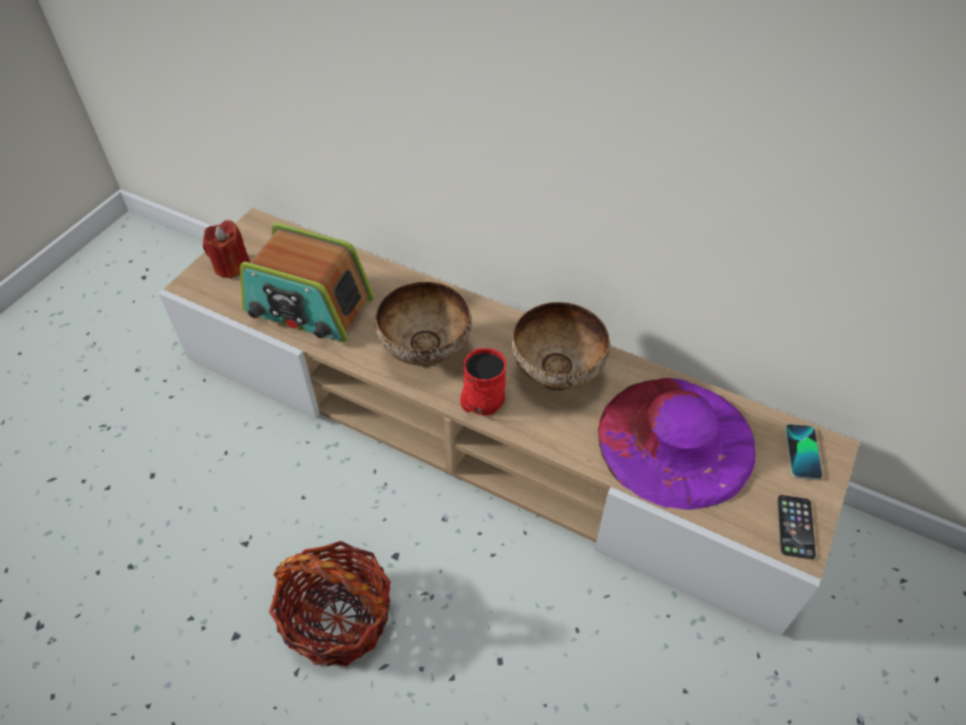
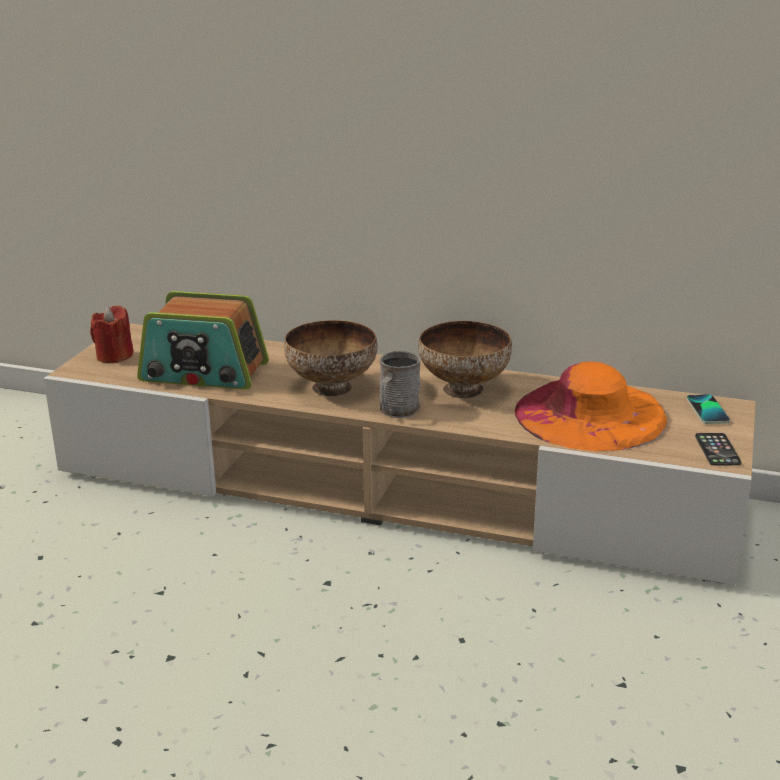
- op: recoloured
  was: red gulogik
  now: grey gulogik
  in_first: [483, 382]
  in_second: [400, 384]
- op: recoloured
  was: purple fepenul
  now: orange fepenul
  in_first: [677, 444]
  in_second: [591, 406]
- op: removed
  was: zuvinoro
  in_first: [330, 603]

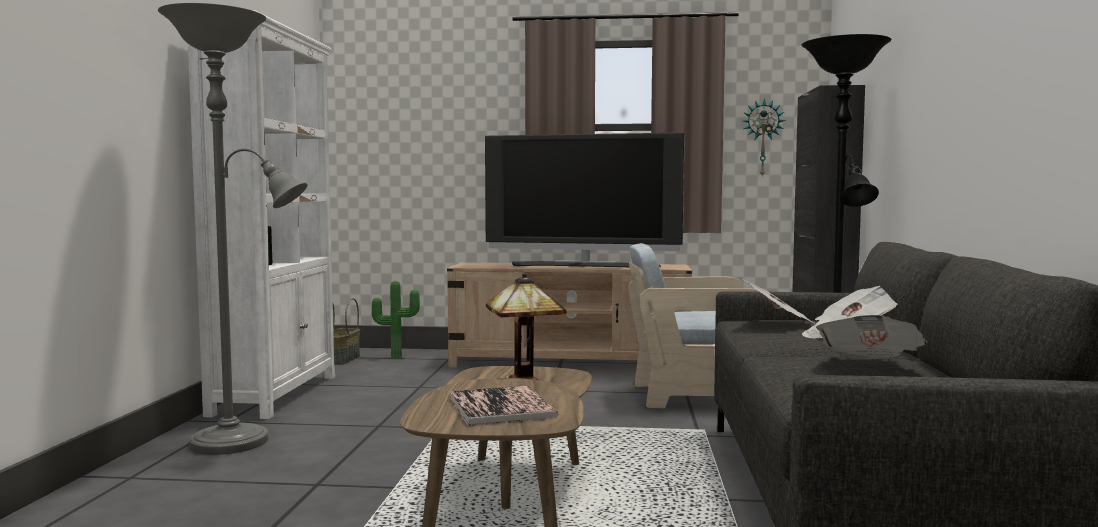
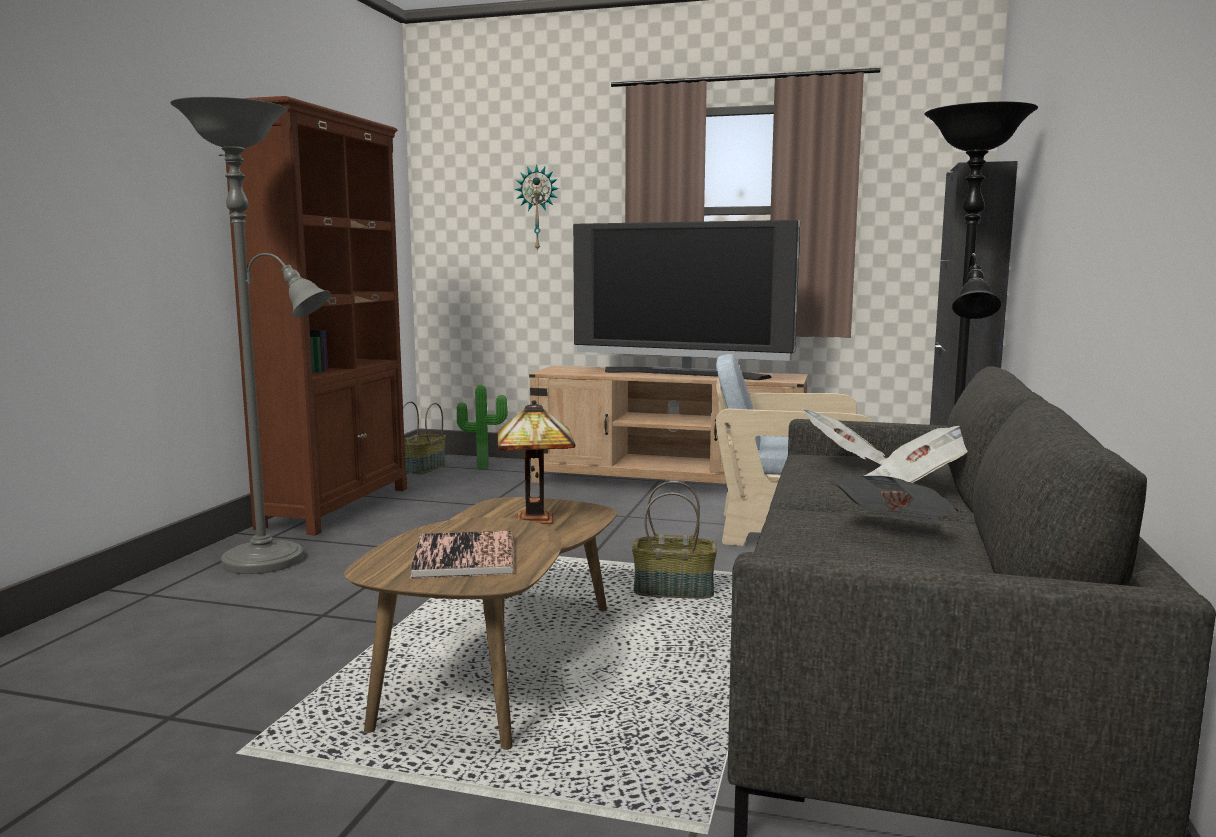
- op: recoloured
  was: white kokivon
  now: brown kokivon
  in_first: [261, 214]
  in_second: [316, 316]
- op: moved
  was: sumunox
  in_first: [764, 138]
  in_second: [537, 208]
- op: added
  now: zuvinoro
  in_second: [674, 540]

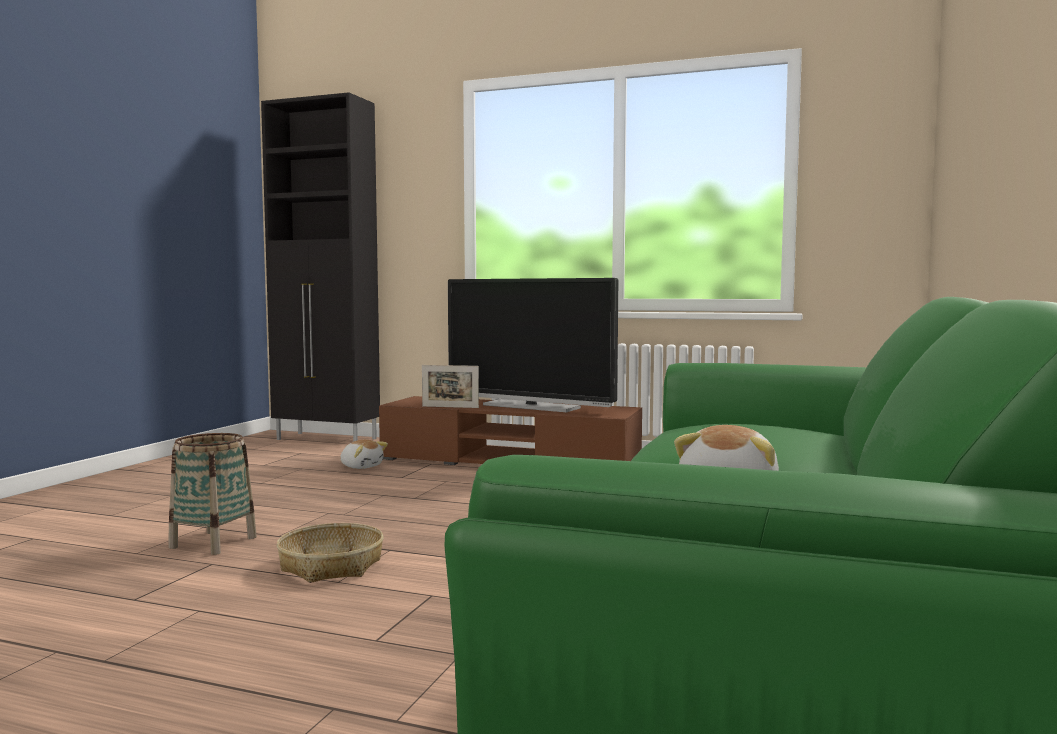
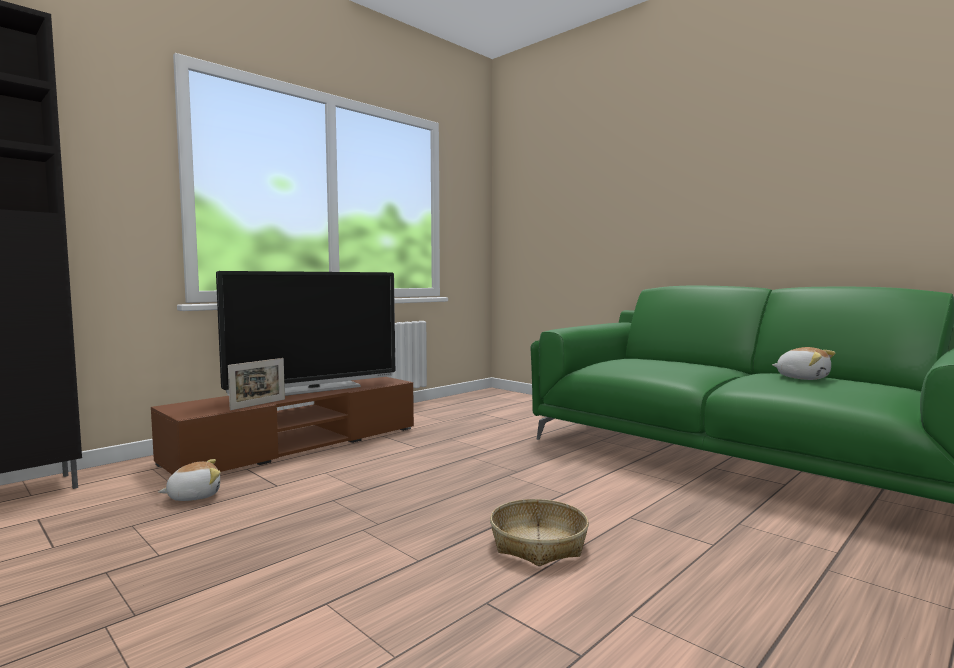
- op: removed
  was: zuvinoro
  in_first: [212, 494]

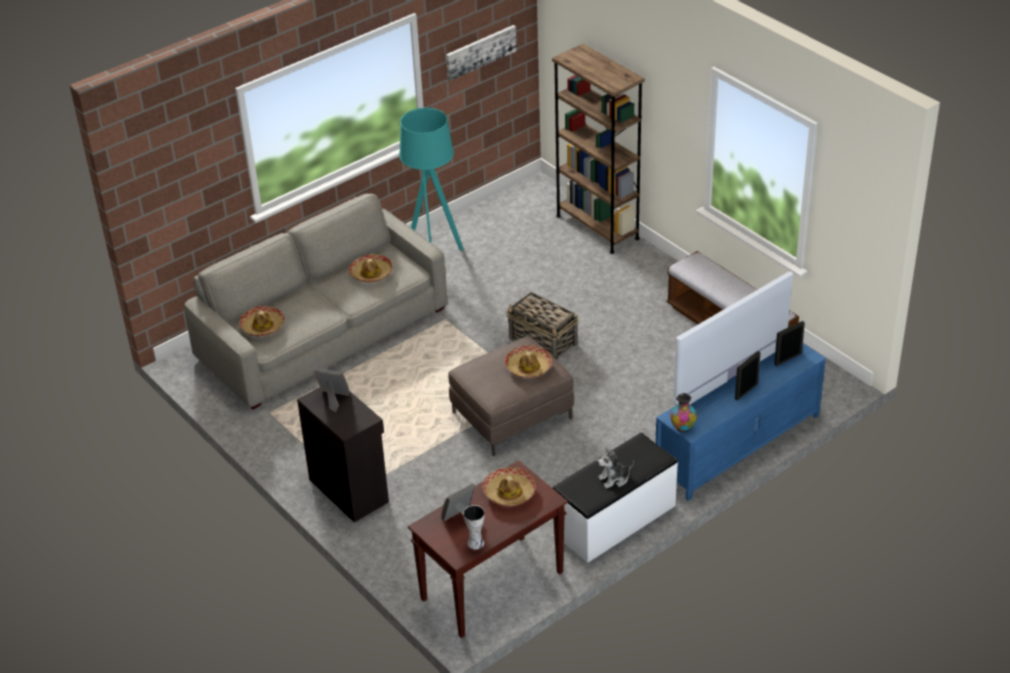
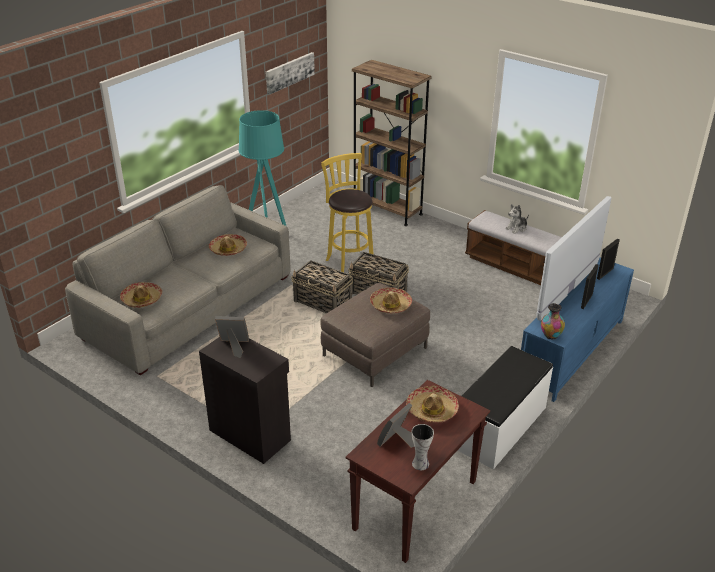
- op: added
  now: zuvinoro
  in_second: [322, 287]
- op: added
  now: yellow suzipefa
  in_second: [347, 212]
- op: moved
  was: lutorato
  in_first: [615, 467]
  in_second: [517, 219]

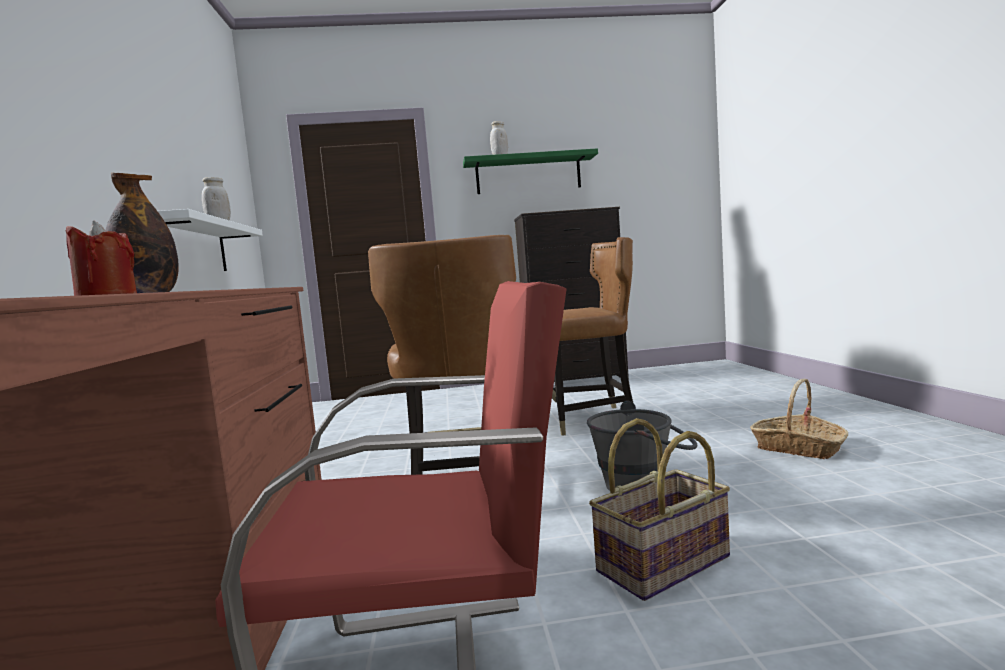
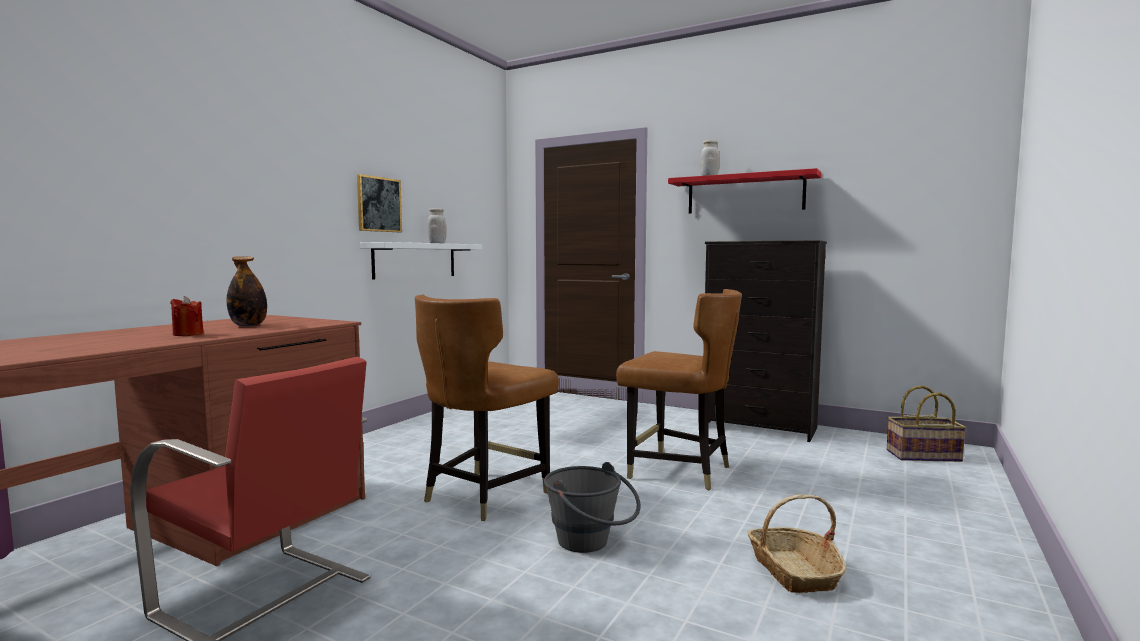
- op: added
  now: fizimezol
  in_second: [379, 203]
- op: recoloured
  was: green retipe
  now: red retipe
  in_first: [530, 171]
  in_second: [744, 191]
- op: moved
  was: zuvinoro
  in_first: [659, 509]
  in_second: [927, 424]

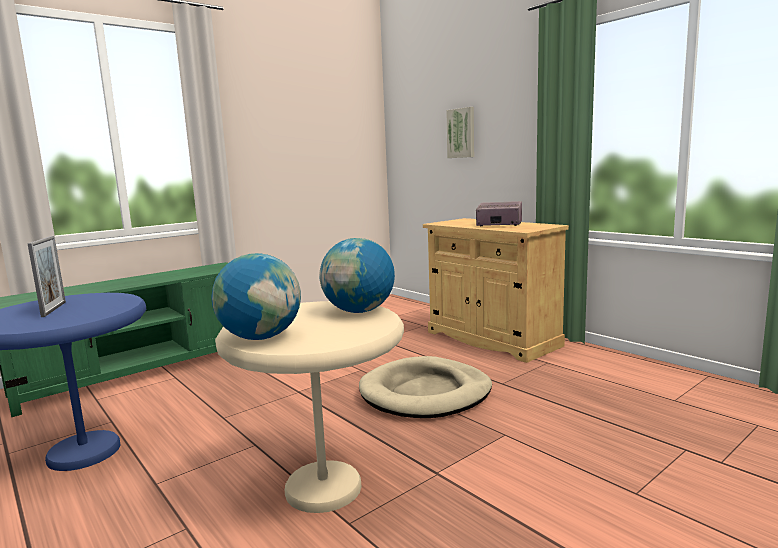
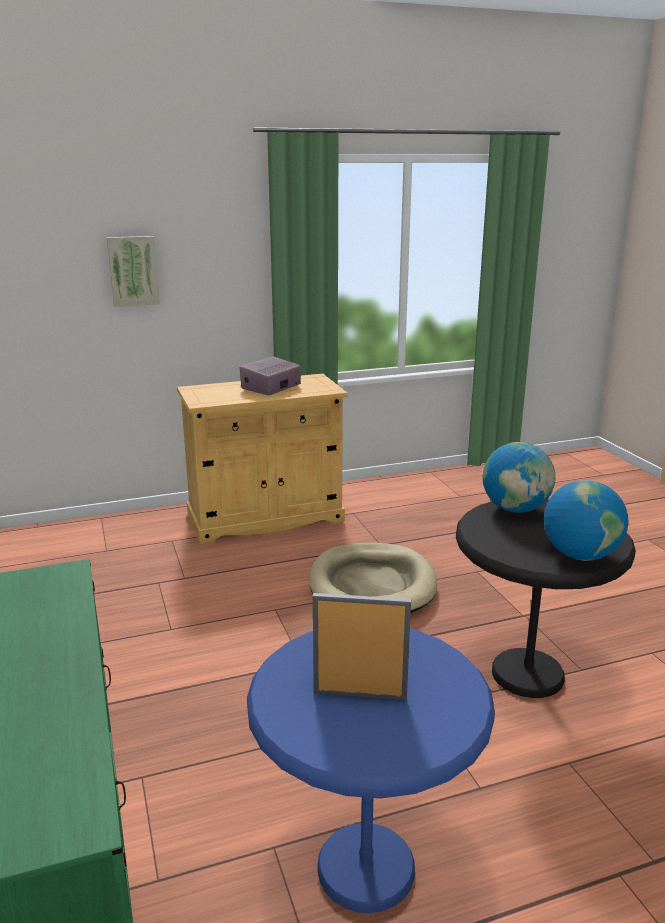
- op: recoloured
  was: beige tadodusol
  now: black tadodusol
  in_first: [309, 407]
  in_second: [546, 598]

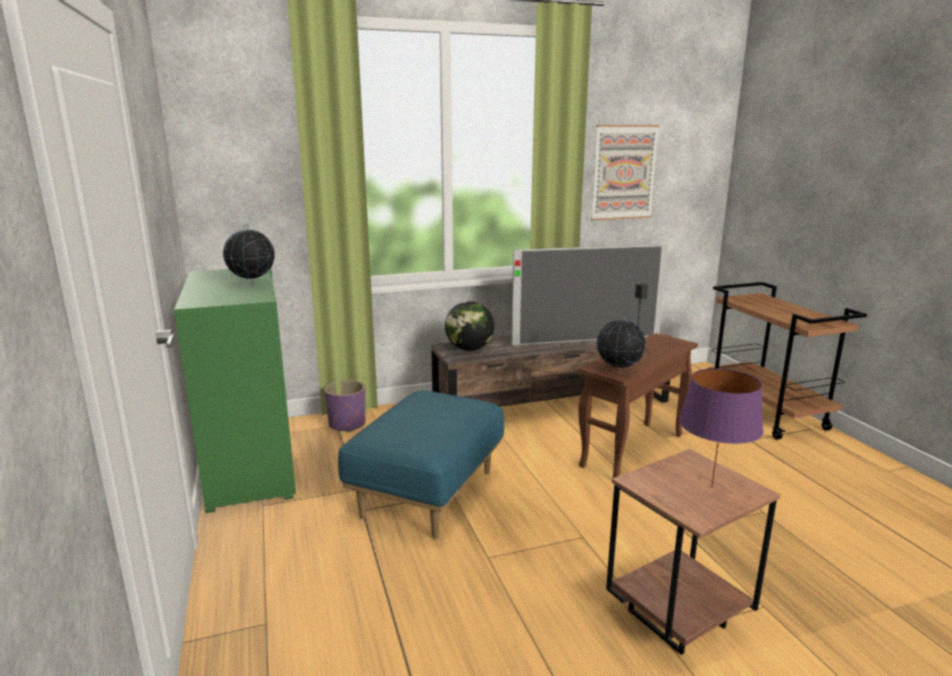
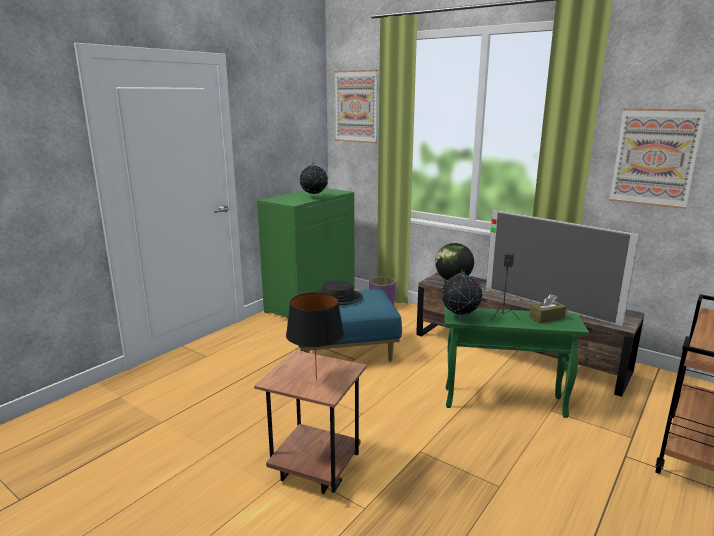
- op: recoloured
  was: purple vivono
  now: black vivono
  in_first: [721, 428]
  in_second: [315, 336]
- op: added
  now: black fepenul
  in_second: [338, 292]
- op: added
  now: fizimezol
  in_second: [356, 106]
- op: recoloured
  was: brown tadodusol
  now: green tadodusol
  in_first: [638, 405]
  in_second: [516, 362]
- op: added
  now: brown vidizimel
  in_second: [547, 308]

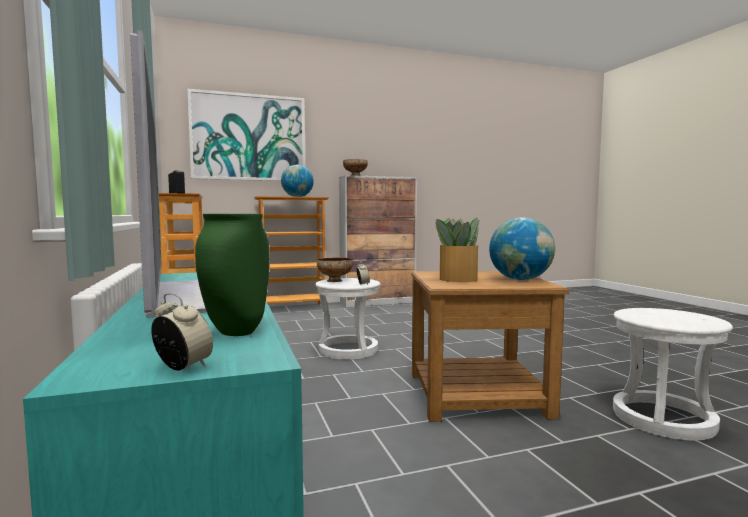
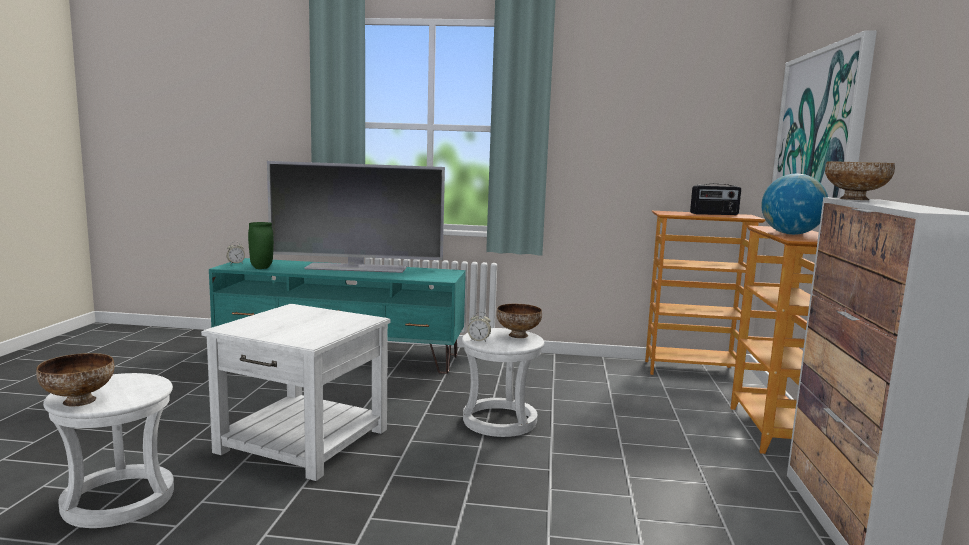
- op: added
  now: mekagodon
  in_second: [75, 379]
- op: recoloured
  was: brown tadodusol
  now: white tadodusol
  in_first: [490, 346]
  in_second: [295, 392]
- op: removed
  was: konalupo
  in_first: [456, 250]
- op: removed
  was: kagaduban
  in_first: [522, 248]

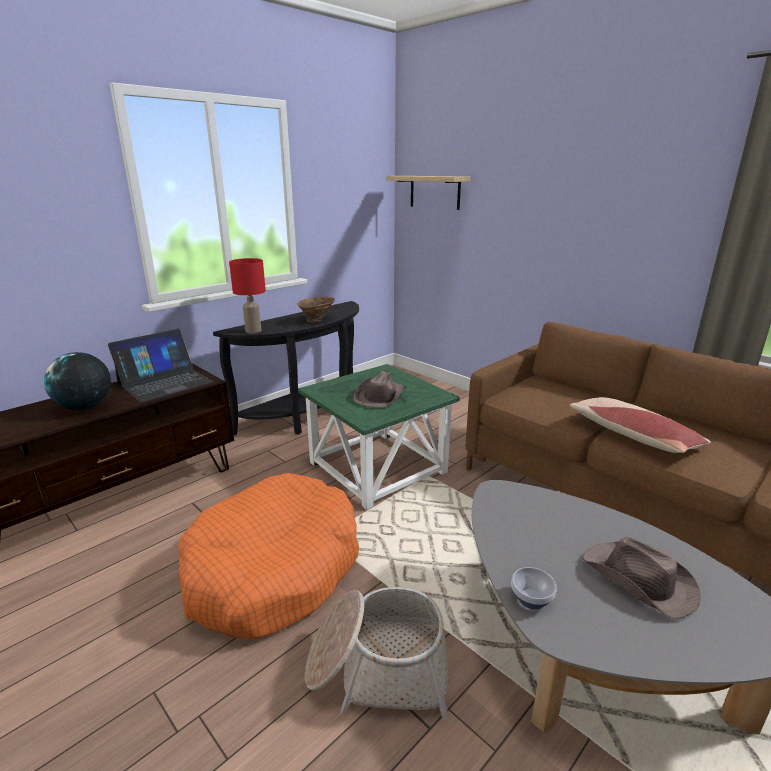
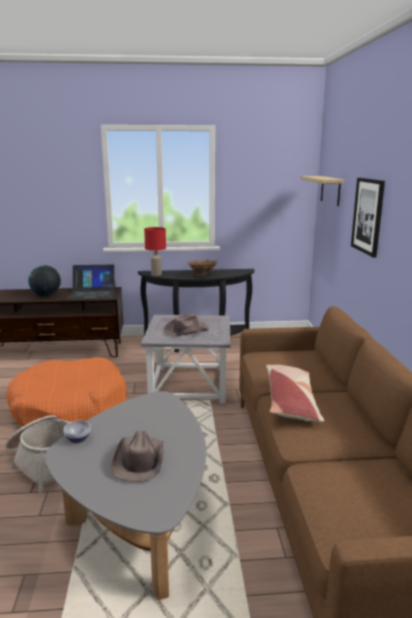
- op: recoloured
  was: green tadodusol
  now: grey tadodusol
  in_first: [379, 437]
  in_second: [185, 359]
- op: added
  now: fizimezol
  in_second: [368, 217]

